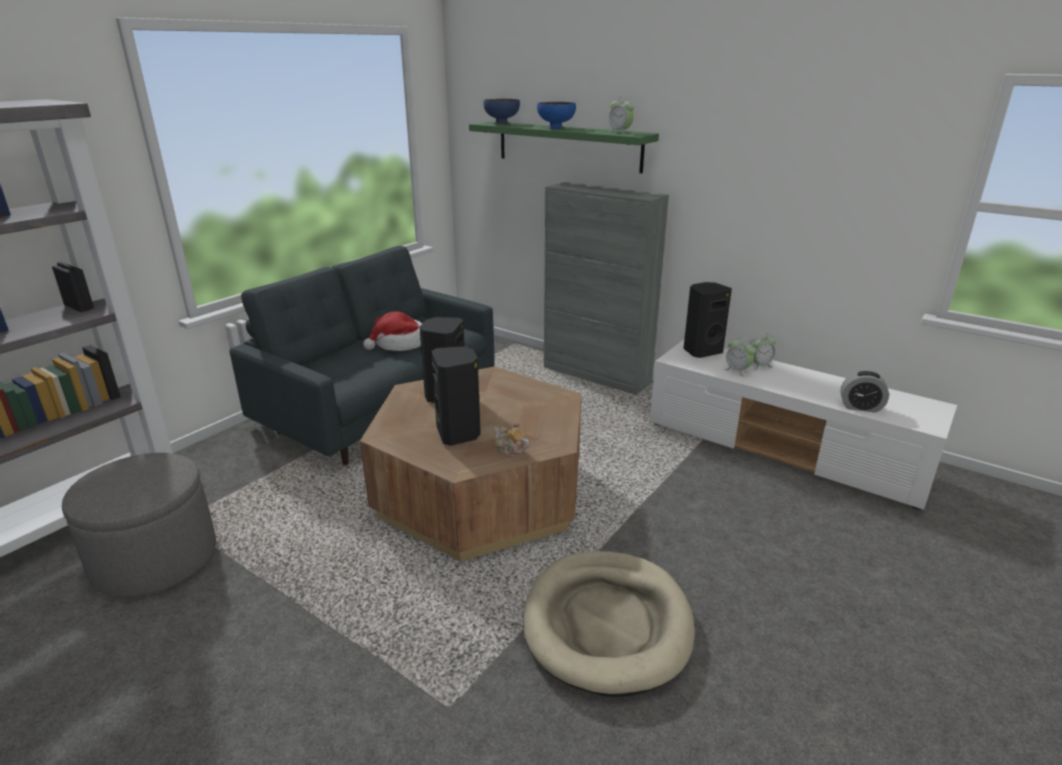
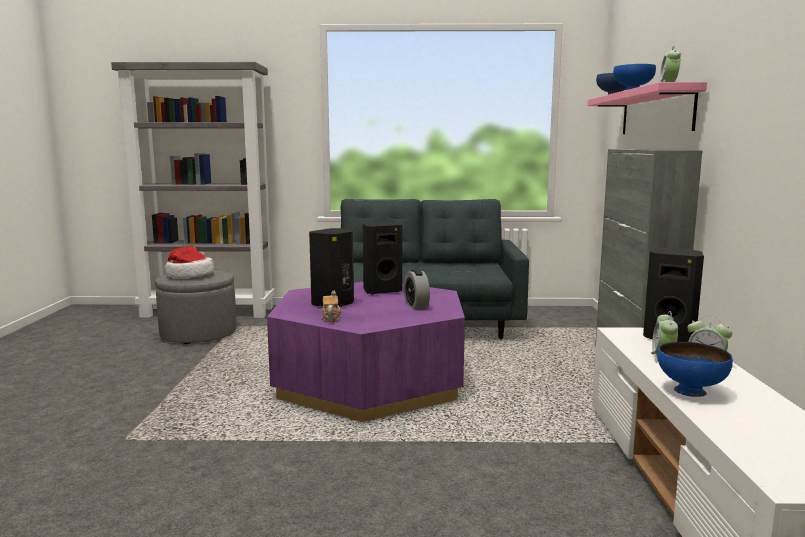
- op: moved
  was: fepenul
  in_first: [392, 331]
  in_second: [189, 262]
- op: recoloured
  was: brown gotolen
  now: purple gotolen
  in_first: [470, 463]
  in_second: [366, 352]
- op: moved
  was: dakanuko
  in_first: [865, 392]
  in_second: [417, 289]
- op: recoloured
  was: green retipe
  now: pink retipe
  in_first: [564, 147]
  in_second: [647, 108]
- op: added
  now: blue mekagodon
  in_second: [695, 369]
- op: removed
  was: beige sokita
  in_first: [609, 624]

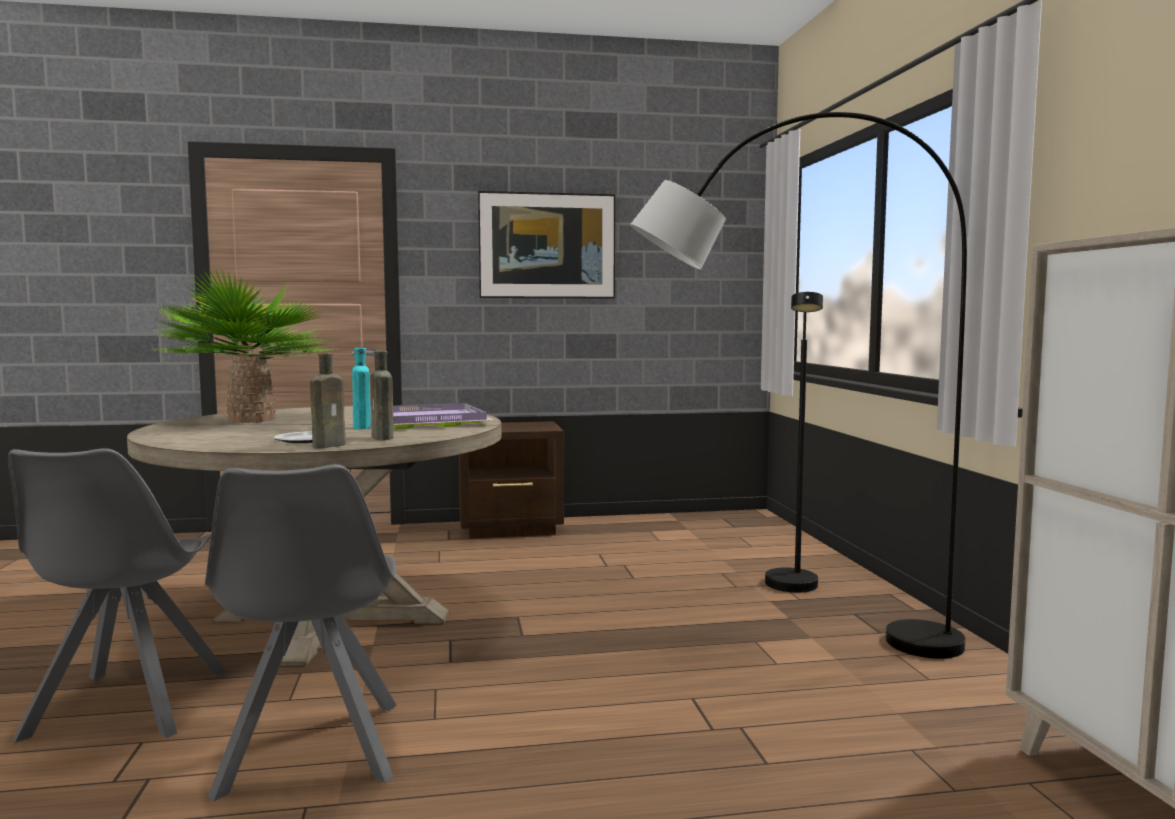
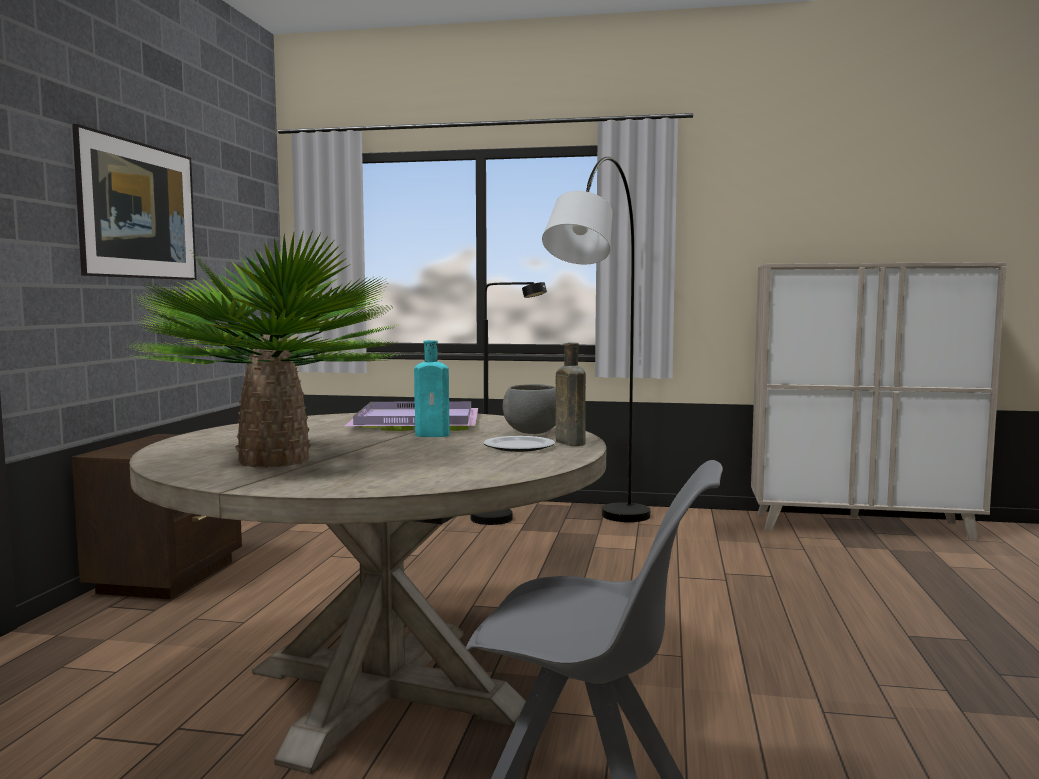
- op: replaced
  was: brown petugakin
  now: grey mekagodon
  in_first: [382, 395]
  in_second: [529, 409]
- op: removed
  was: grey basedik
  in_first: [301, 633]

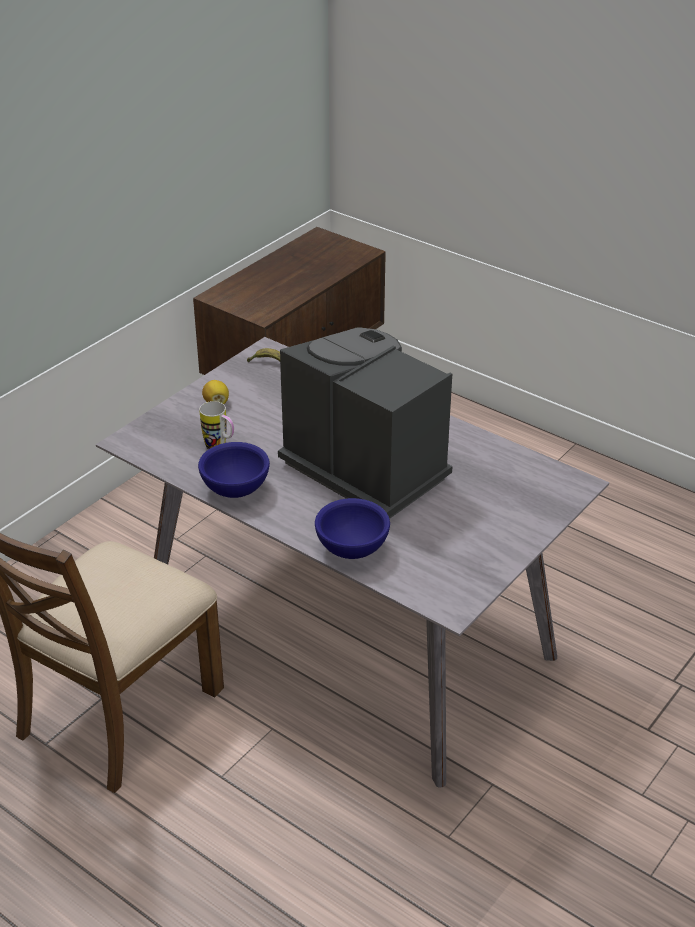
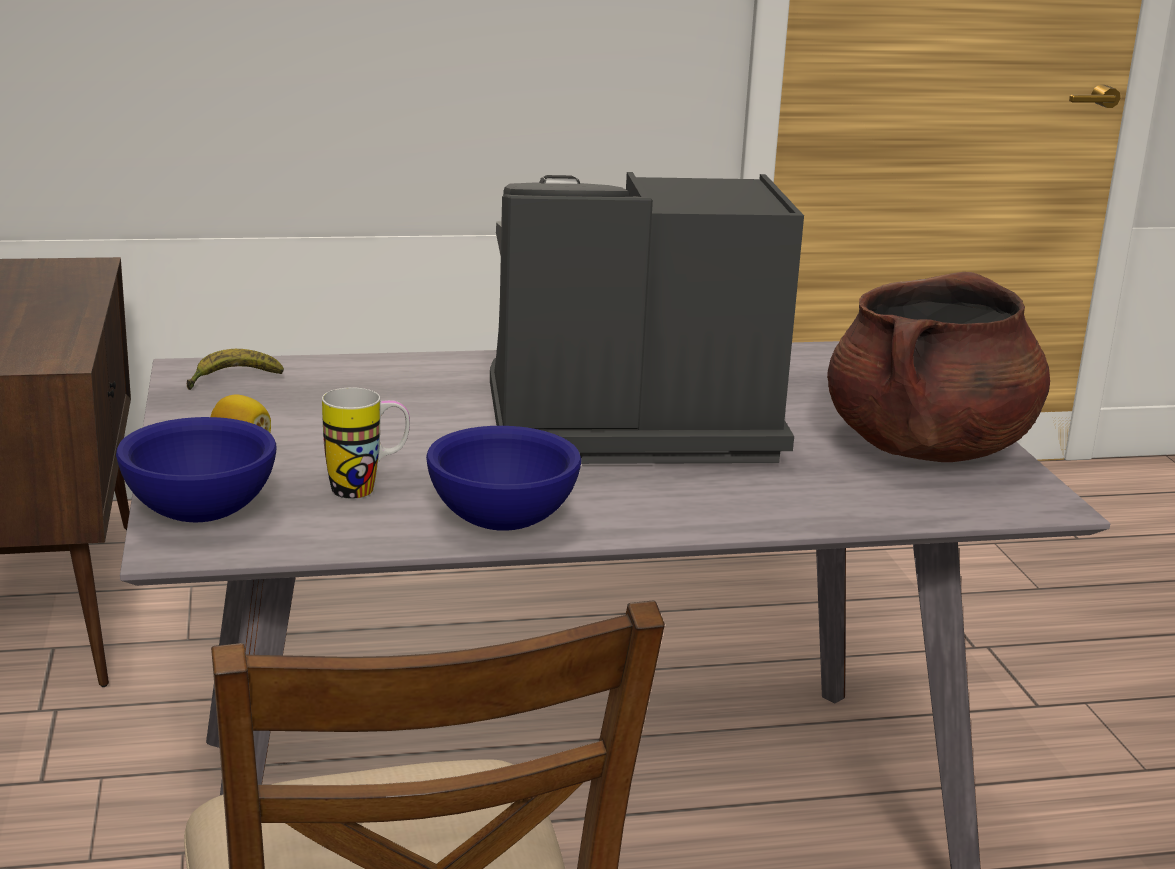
- op: moved
  was: blue mekagodon
  in_first: [352, 528]
  in_second: [196, 469]
- op: added
  now: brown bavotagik
  in_second: [938, 367]

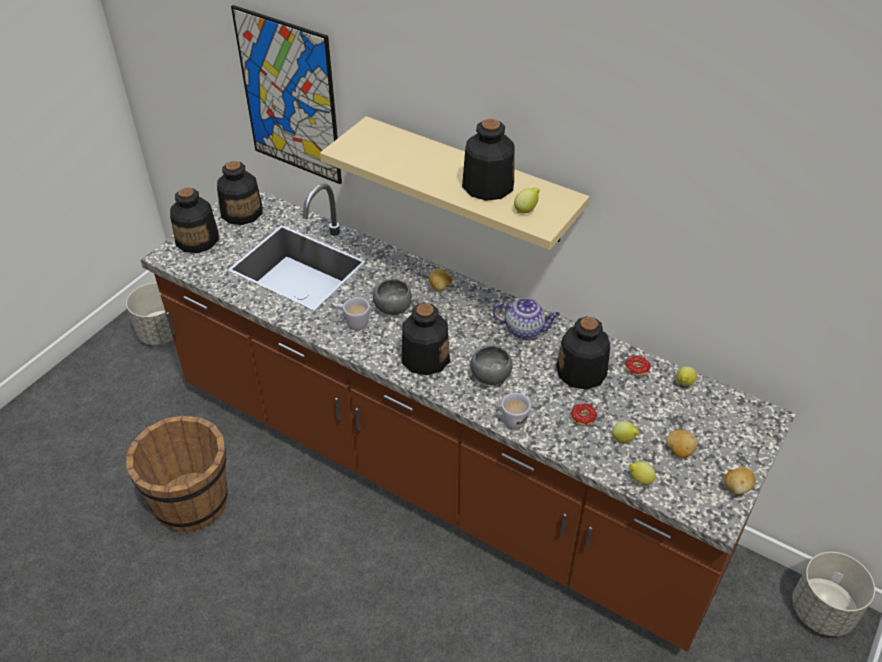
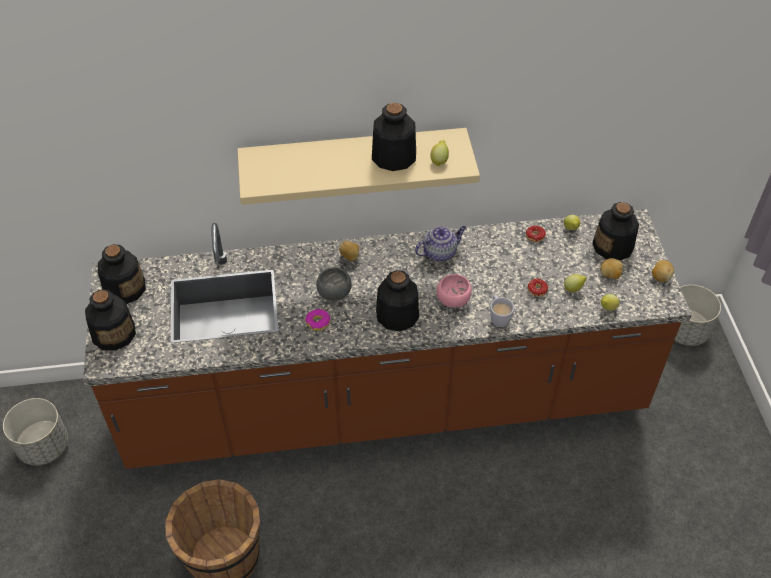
- op: replaced
  was: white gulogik
  now: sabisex
  in_first: [352, 313]
  in_second: [317, 320]
- op: recoloured
  was: grey mekagodon
  now: pink mekagodon
  in_first: [491, 365]
  in_second: [454, 291]
- op: moved
  was: petugakin
  in_first: [583, 353]
  in_second: [615, 231]
- op: removed
  was: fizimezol
  in_first: [286, 94]

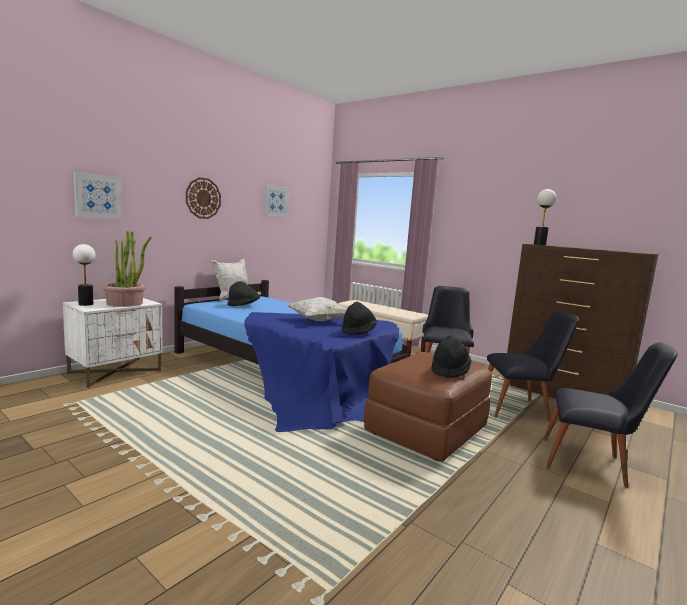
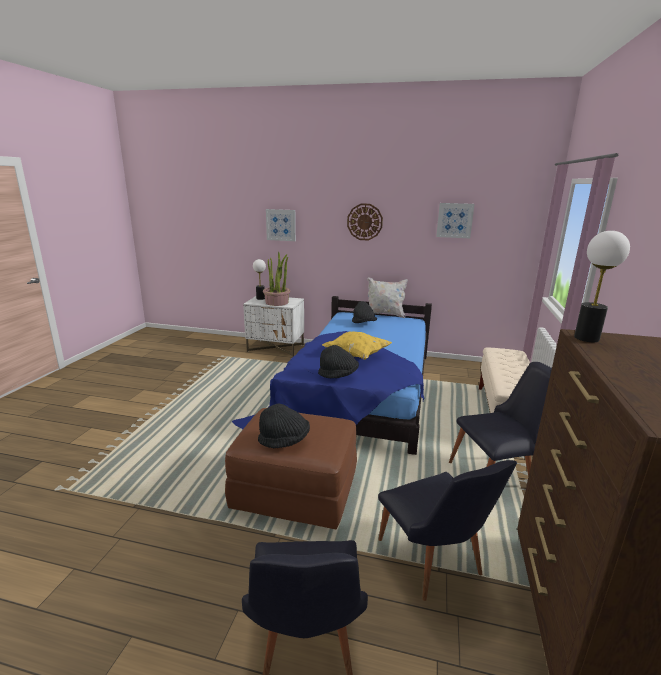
- op: recoloured
  was: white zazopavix
  now: yellow zazopavix
  in_first: [317, 309]
  in_second: [357, 345]

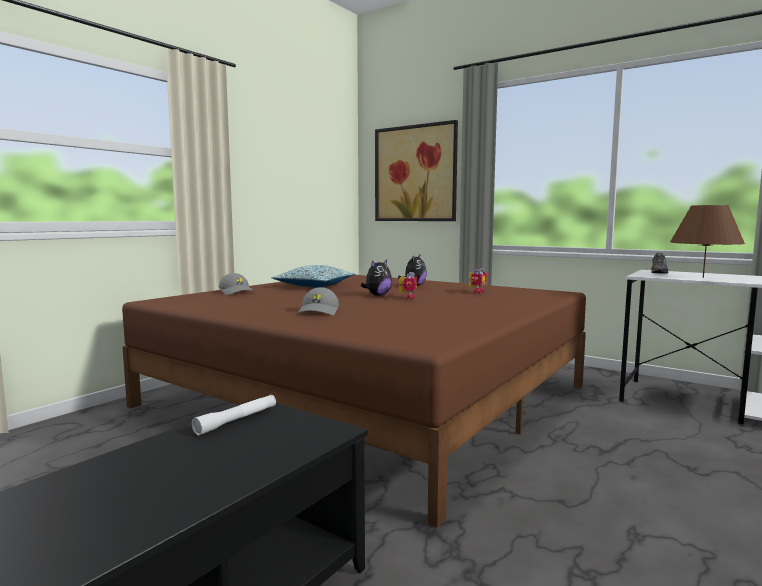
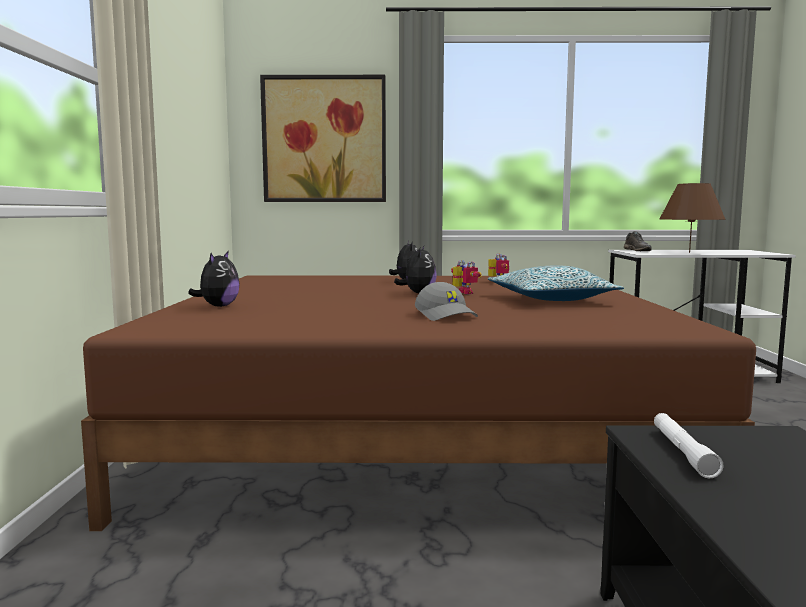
- op: replaced
  was: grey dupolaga
  now: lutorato
  in_first: [237, 284]
  in_second: [214, 278]
- op: moved
  was: zazopavix
  in_first: [313, 276]
  in_second: [556, 283]

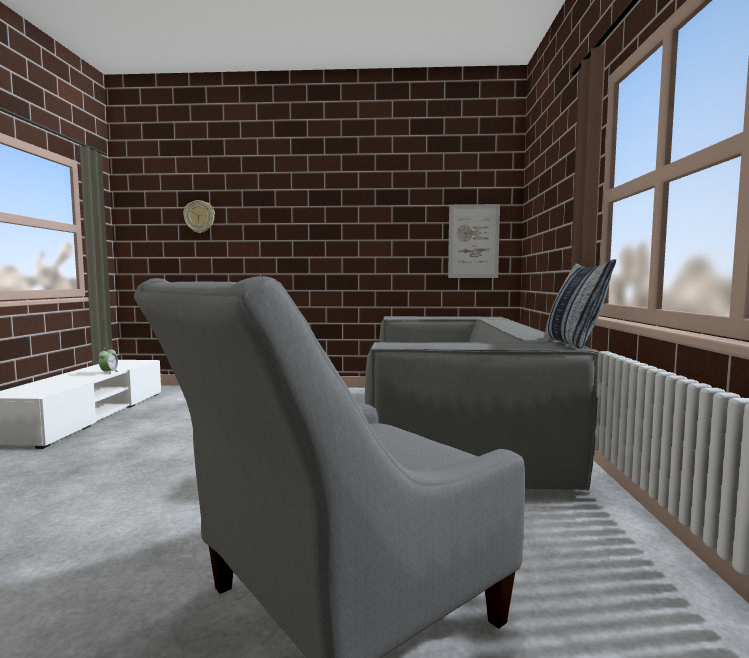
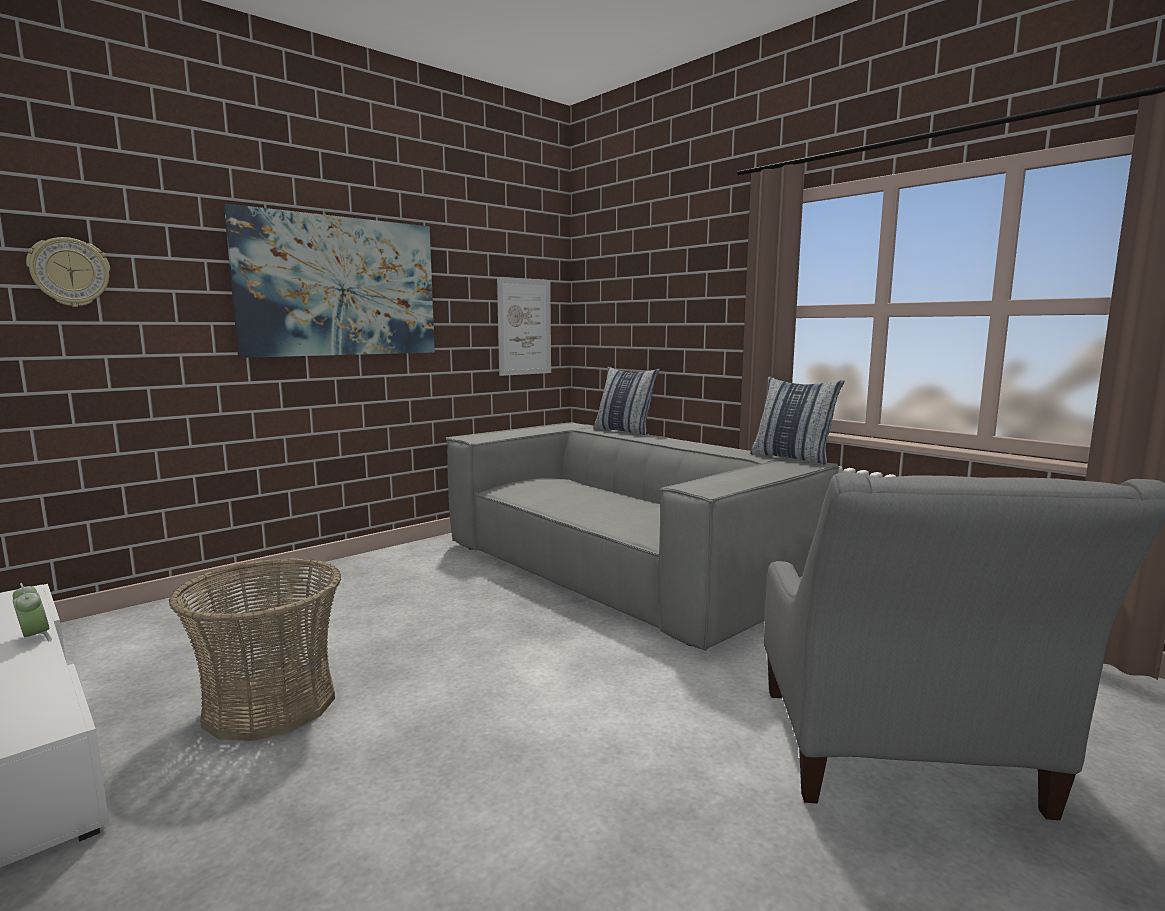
- op: added
  now: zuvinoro
  in_second: [255, 649]
- op: added
  now: fizimezol
  in_second: [329, 281]
- op: added
  now: zazopavix
  in_second: [627, 401]

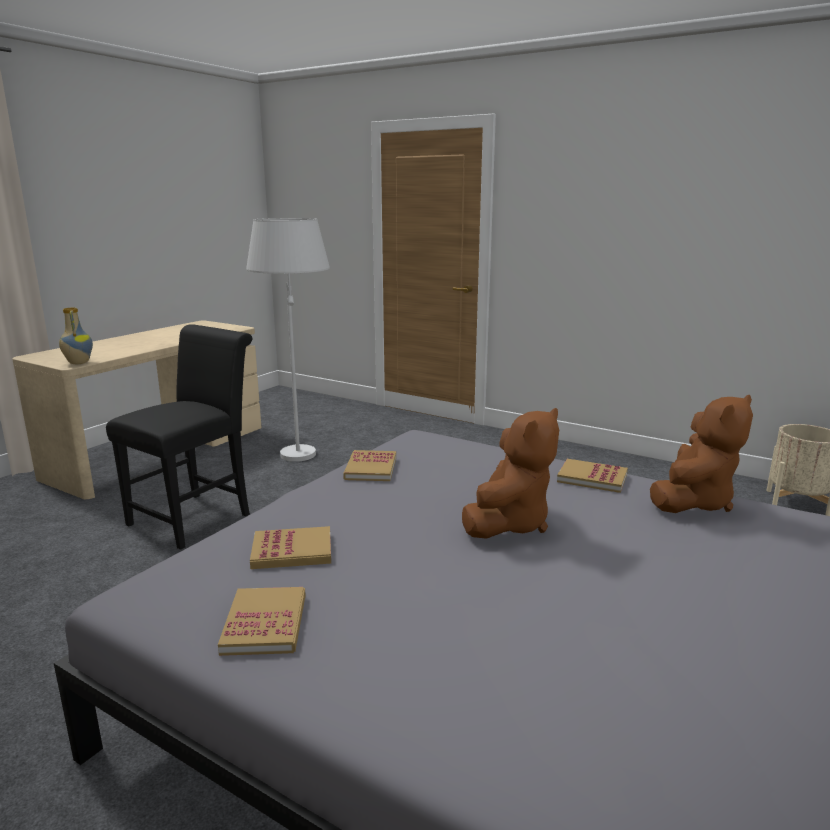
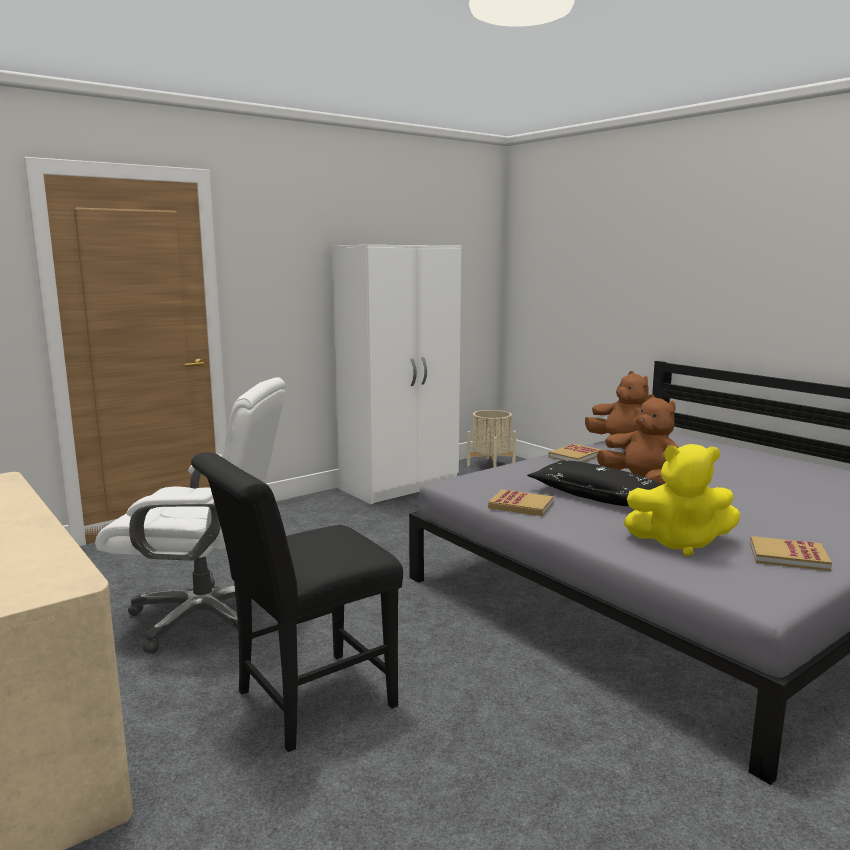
- op: replaced
  was: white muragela
  now: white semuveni
  in_first: [288, 340]
  in_second: [190, 515]
- op: turned
  was: black basedik
  in_first: [179, 437]
  in_second: [297, 602]
  clockwise: -90
- op: added
  now: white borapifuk
  in_second: [396, 374]
- op: added
  now: black zazopavix
  in_second: [594, 483]
- op: replaced
  was: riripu
  now: yellow lutorato
  in_first: [290, 547]
  in_second: [682, 500]
- op: removed
  was: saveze
  in_first: [76, 336]

